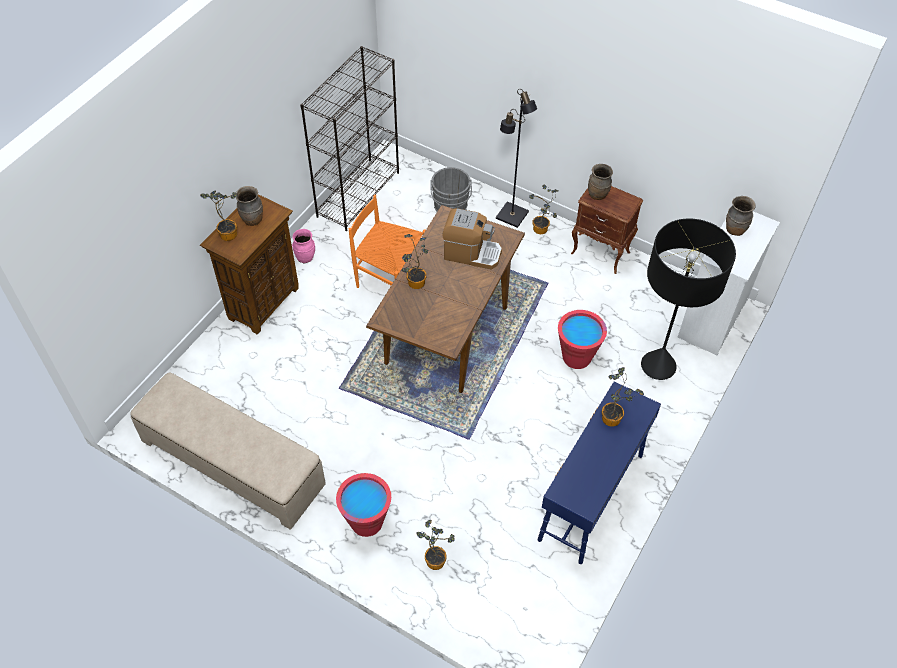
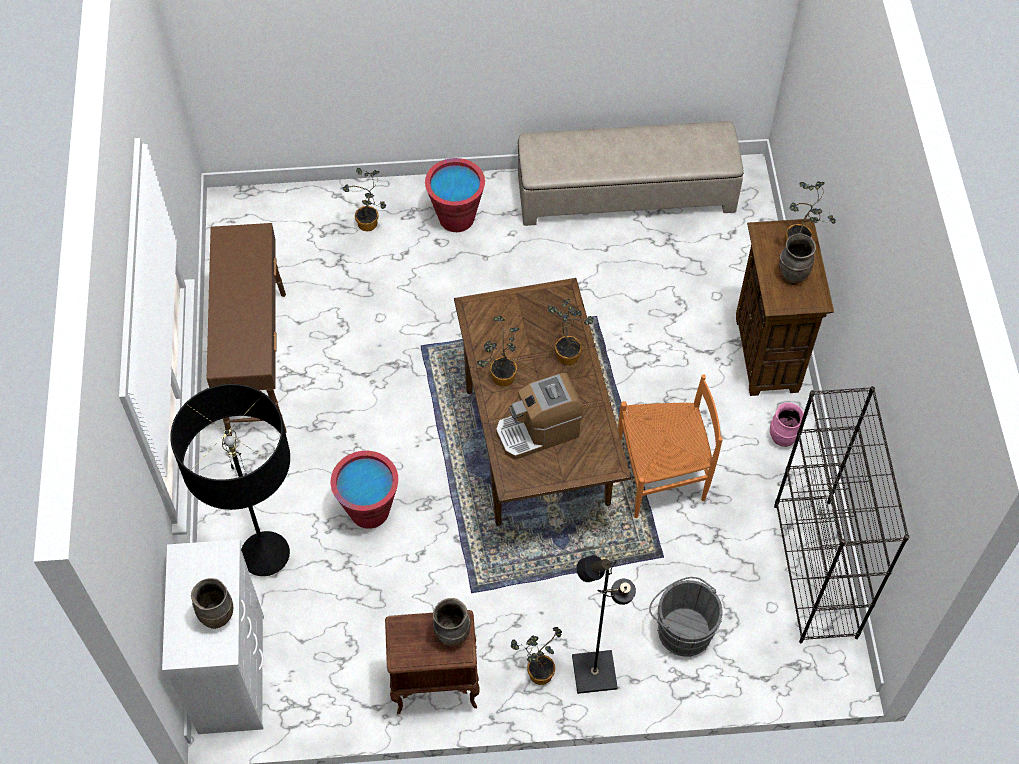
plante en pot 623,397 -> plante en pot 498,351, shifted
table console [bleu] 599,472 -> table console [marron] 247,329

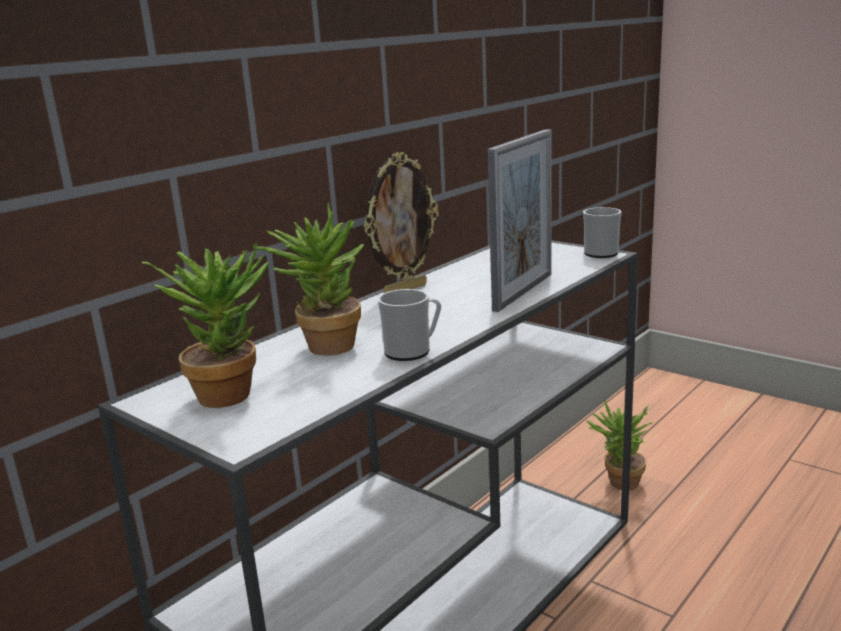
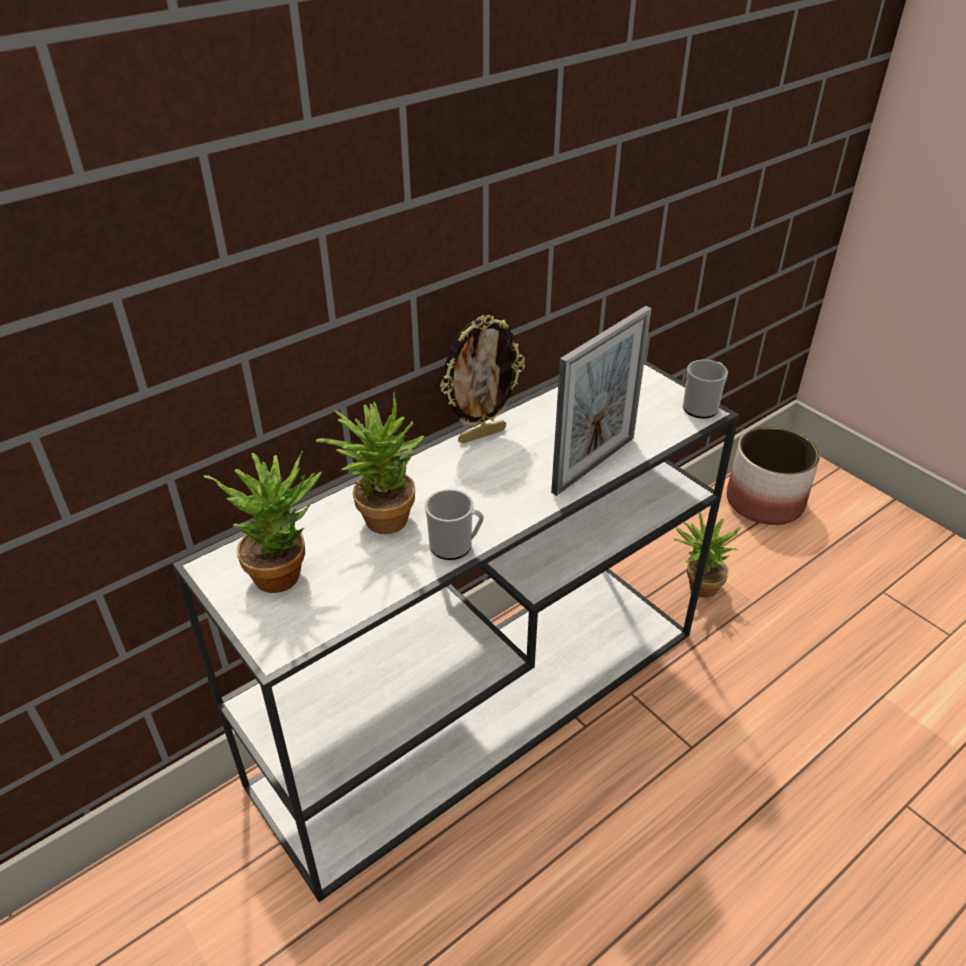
none -> cache-pot 773,475

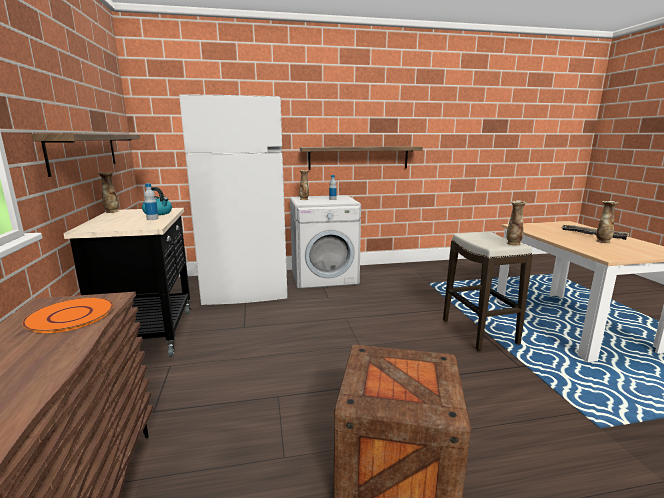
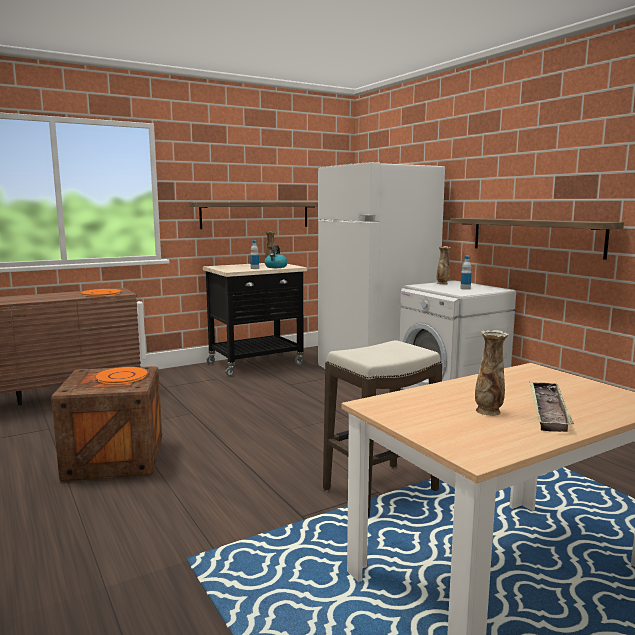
vase 517,223 -> none
none -> assiette [orange] 121,375

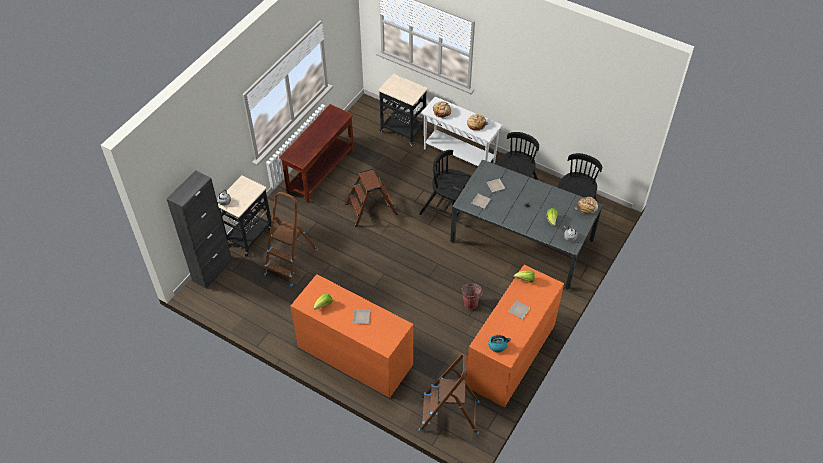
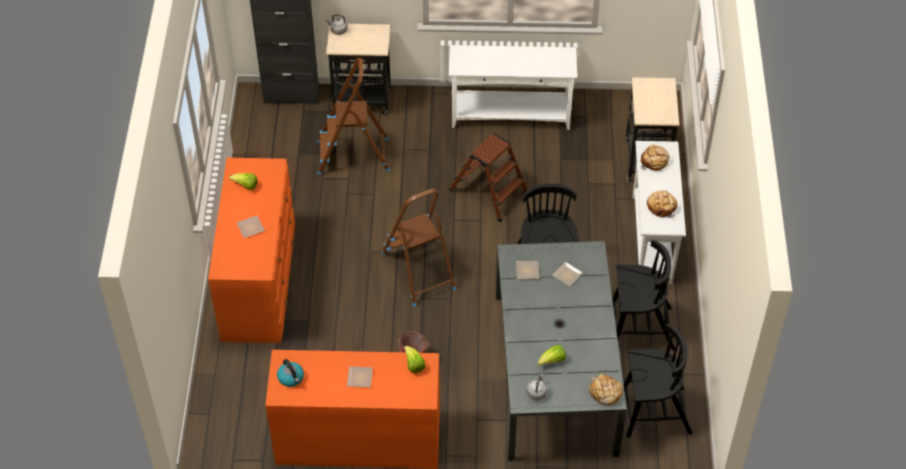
escabeau [marron] 449,394 -> escabeau [marron] 419,248, shifted
table console [marron] 316,154 -> table console [blanc] 513,87

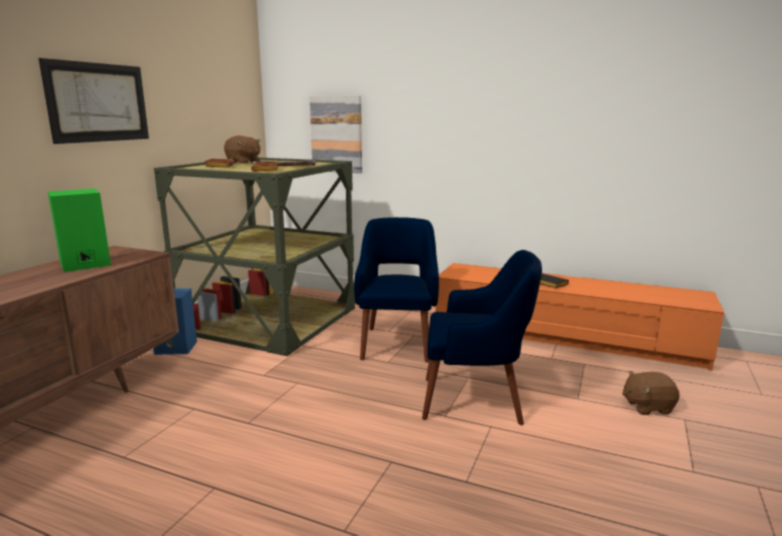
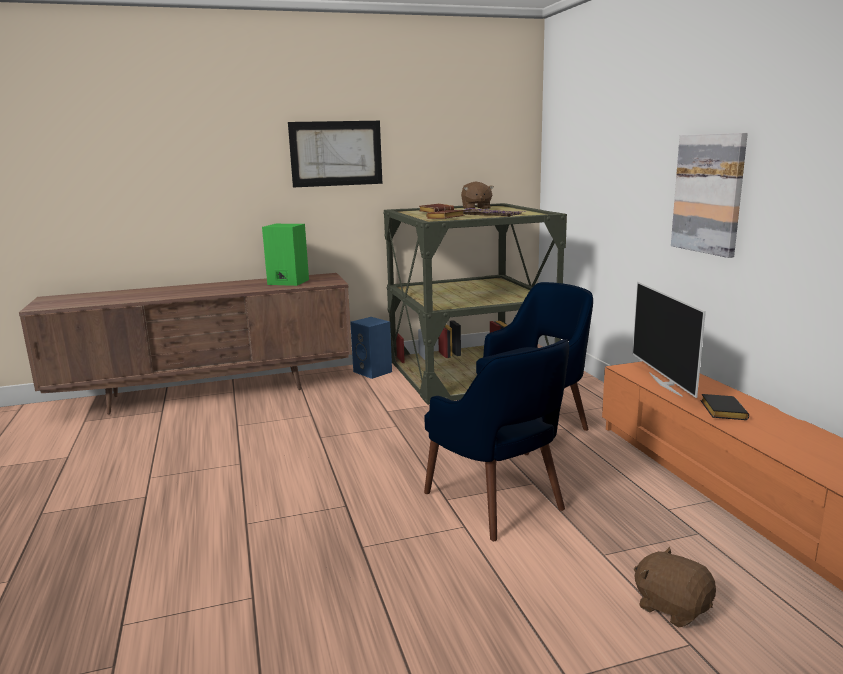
none -> téléviseur 669,340
tableau 336,134 -> tableau 709,195, shifted

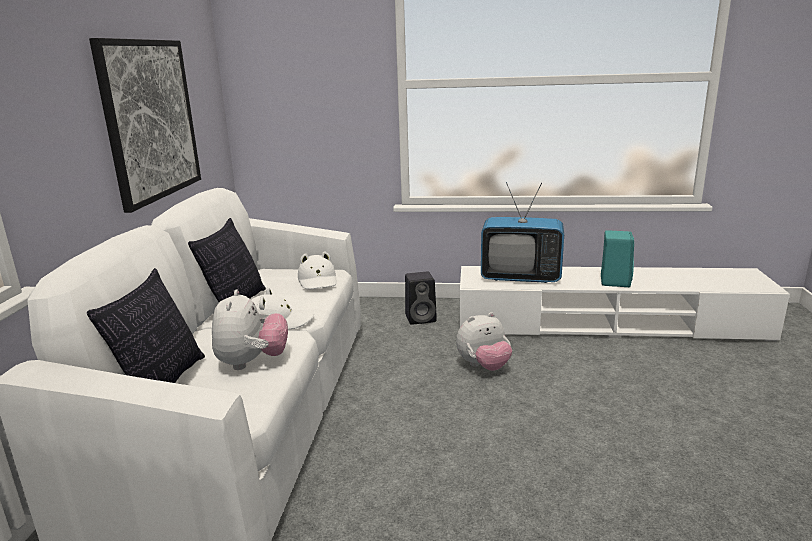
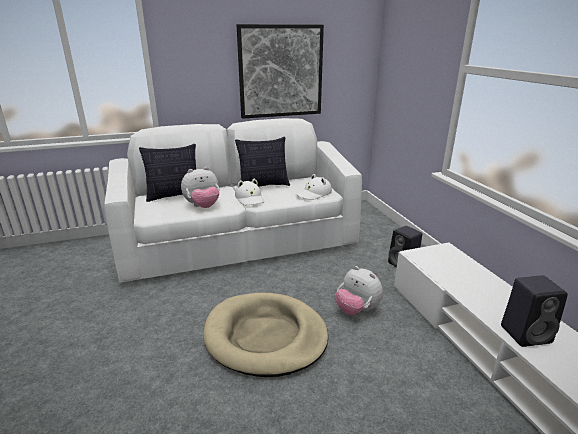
téléviseur 522,232 -> none
none -> panier pour chien [beige] 265,335
enceinte [turquoise] 617,258 -> enceinte [noir] 534,311

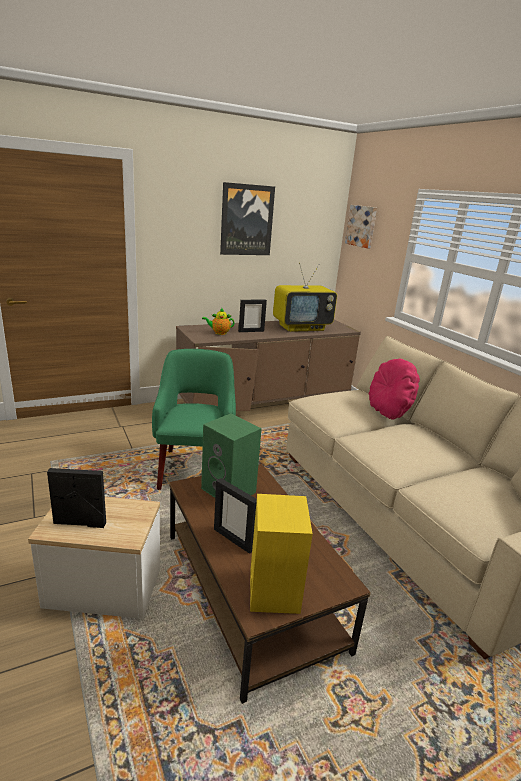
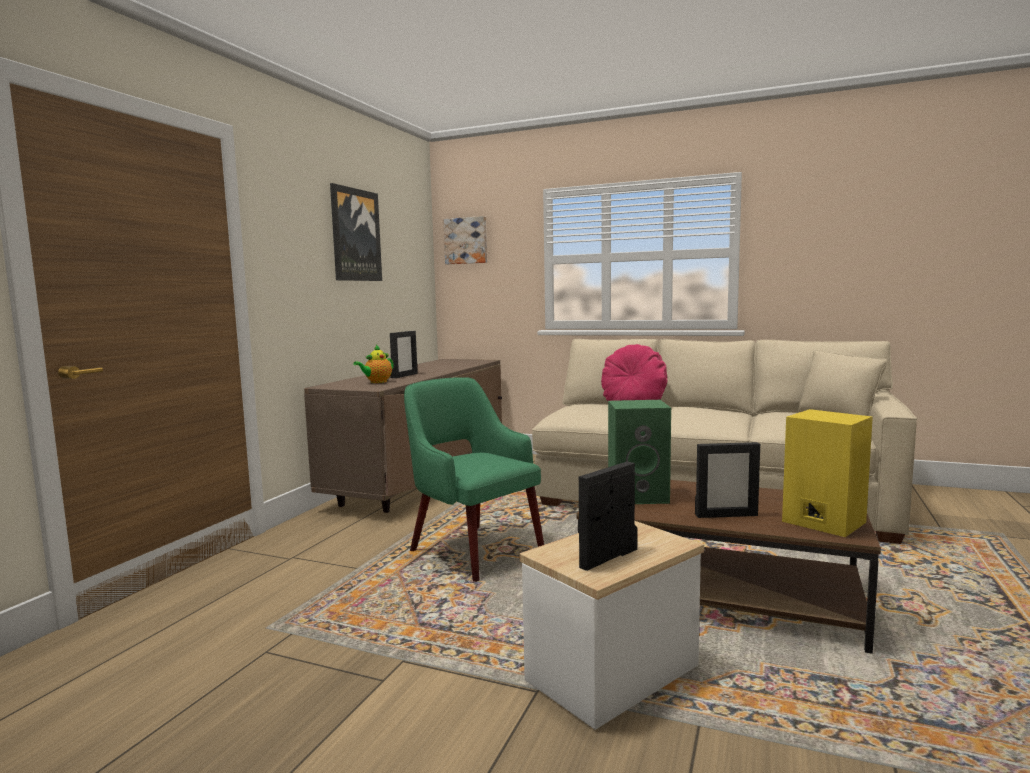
téléviseur 305,297 -> none

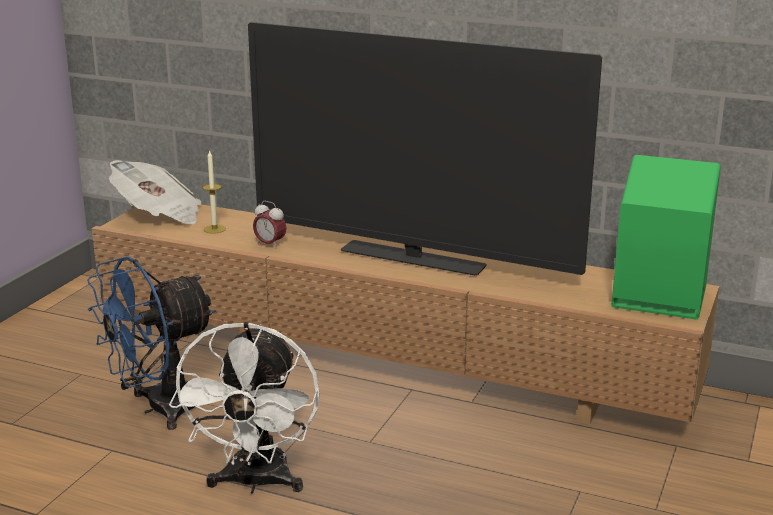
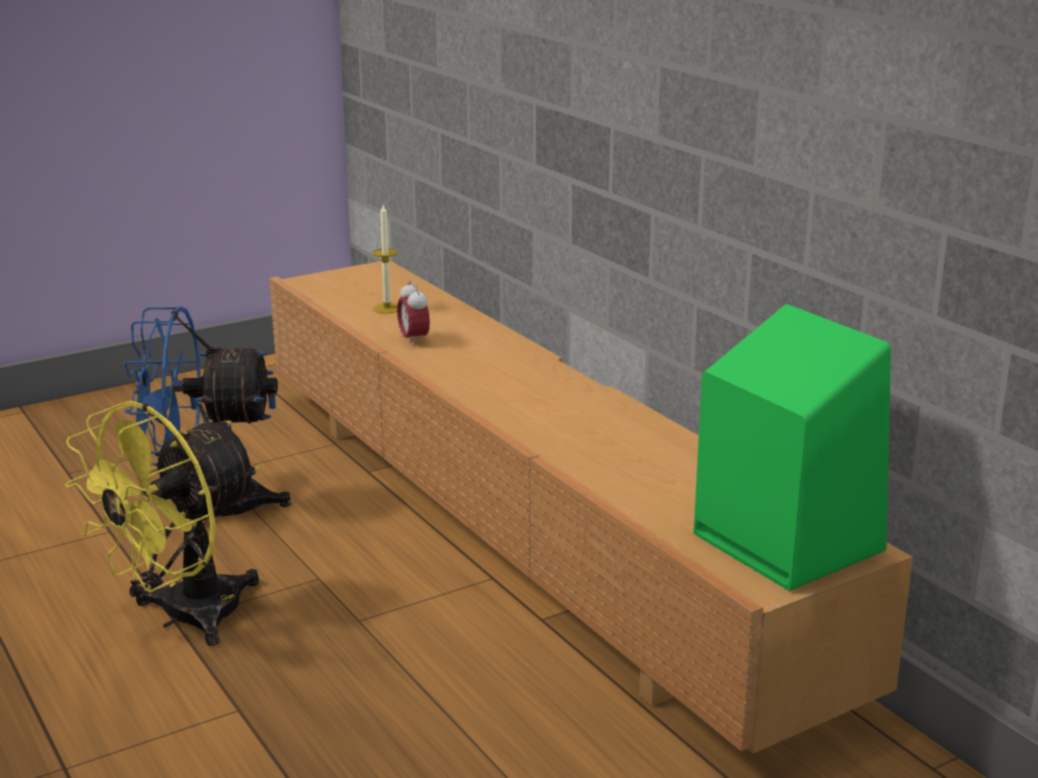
journal 155,192 -> none
téléviseur 425,148 -> none
ventilateur [blanc] 244,407 -> ventilateur [jaune] 162,523

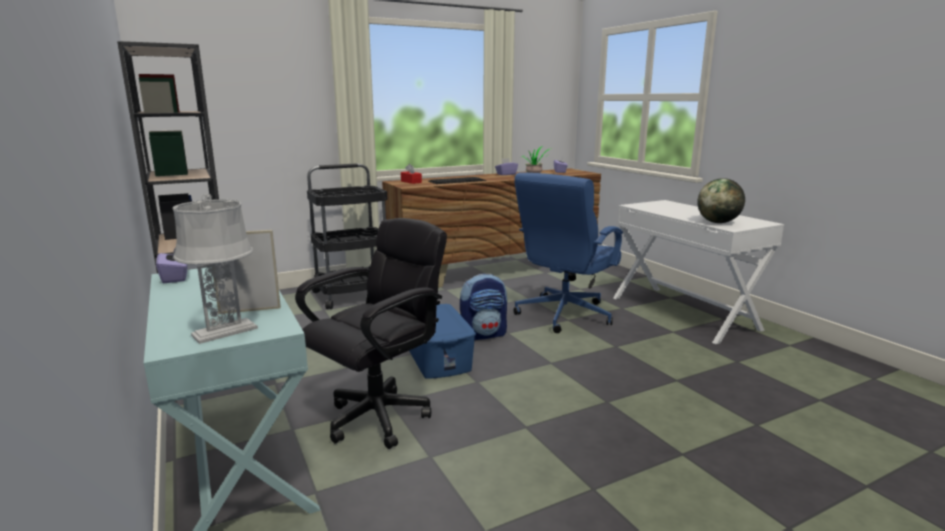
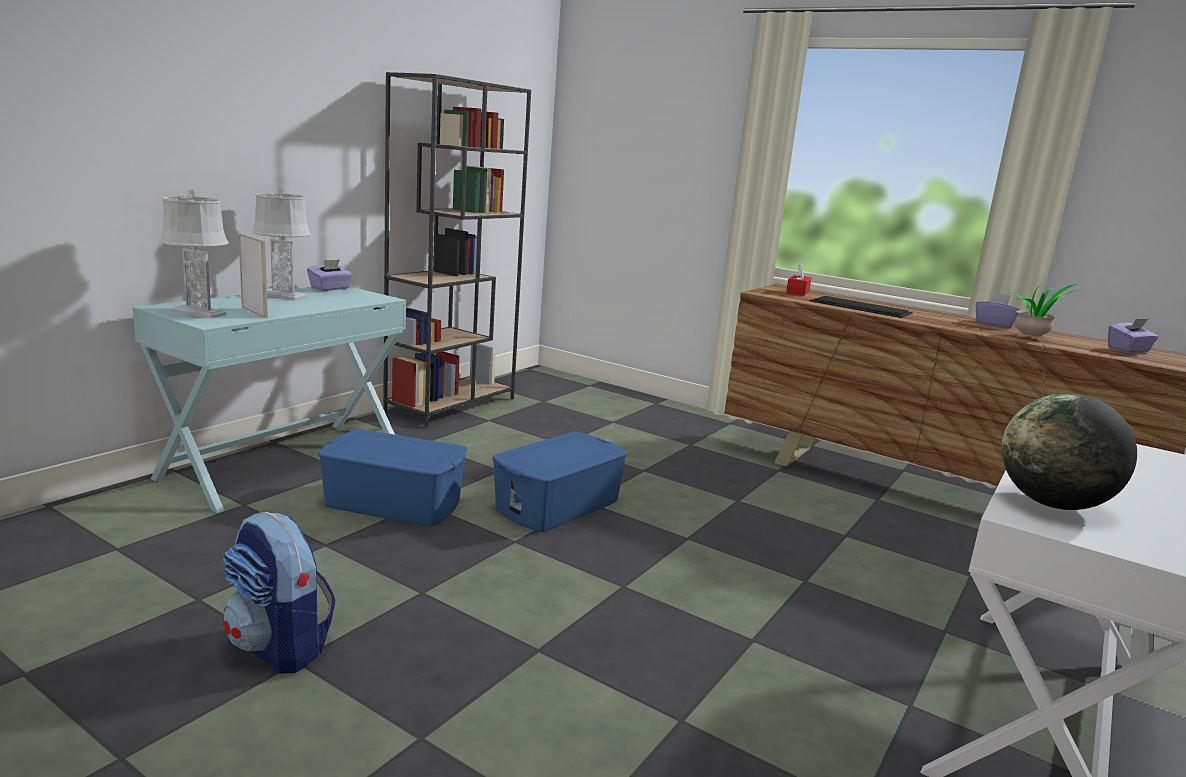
chariot [noir] 347,236 -> none
chaise de bureau [bleu] 568,252 -> none
none -> lampe de table [gris] 281,243
sac à dos 483,307 -> sac à dos 279,593, shifted
chaise de bureau [noir] 371,333 -> boîte de rangement [bleu] 392,477

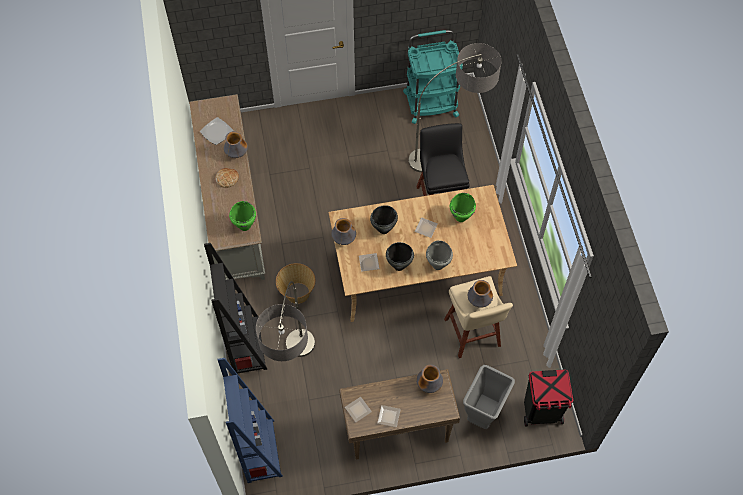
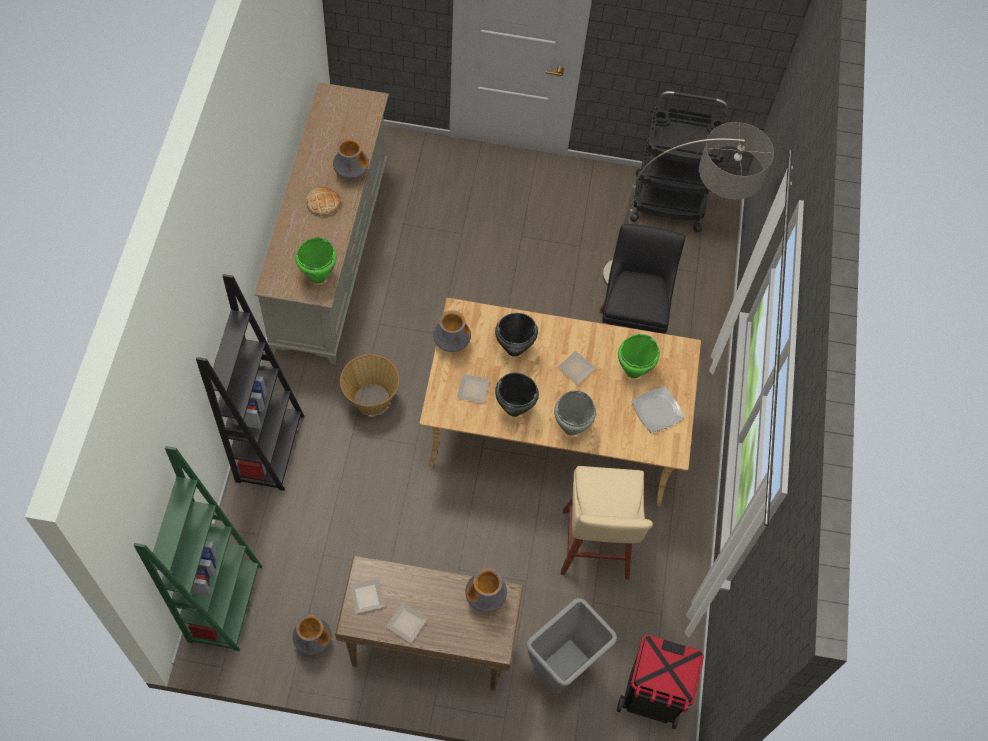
lampadaire 285,321 -> none
assiette 216,131 -> assiette 658,409, shifted
vase 480,294 -> vase 312,635, shifted
bibliothèque [bleu] 250,420 -> bibliothèque [vert] 198,548
chariot [turquoise] 433,77 -> chariot [noir] 679,162

